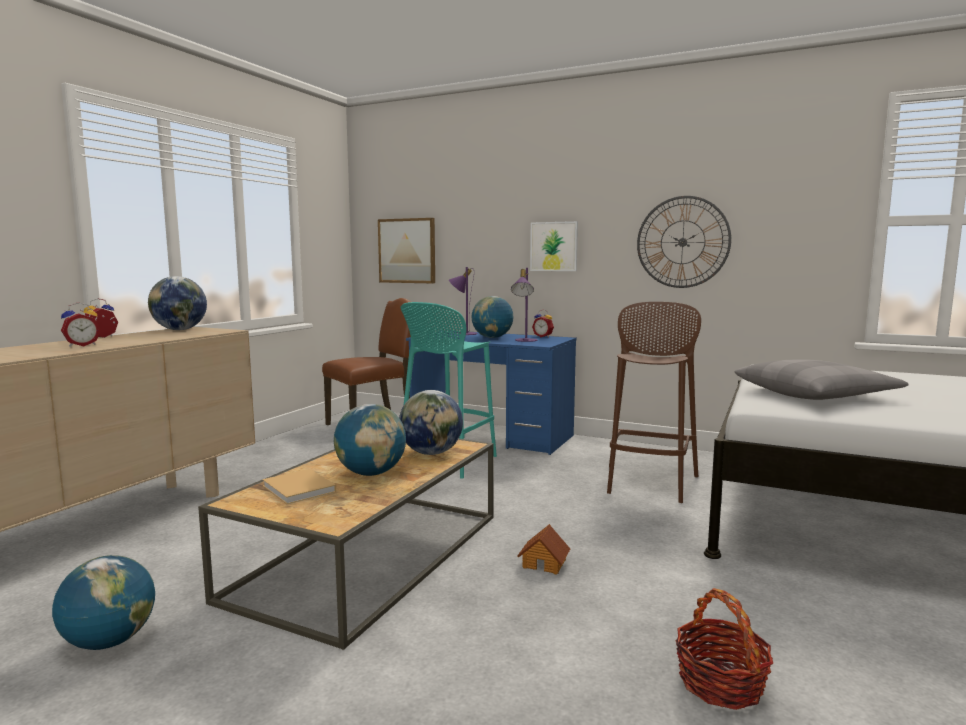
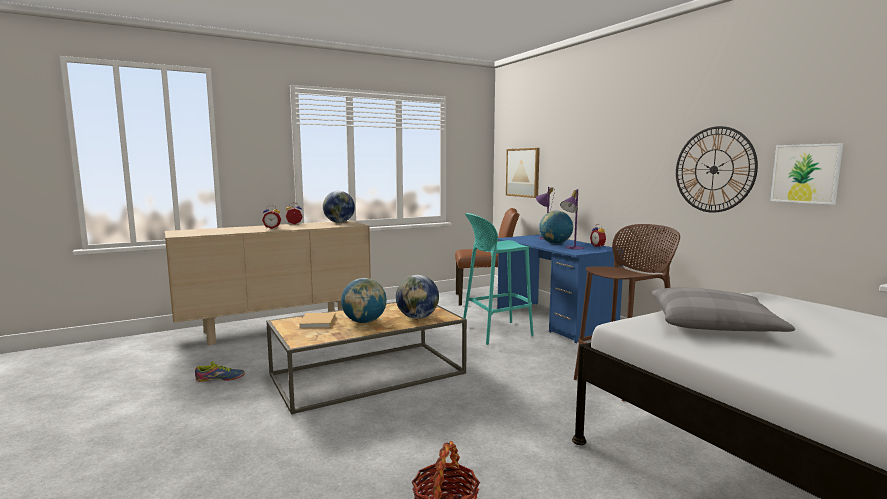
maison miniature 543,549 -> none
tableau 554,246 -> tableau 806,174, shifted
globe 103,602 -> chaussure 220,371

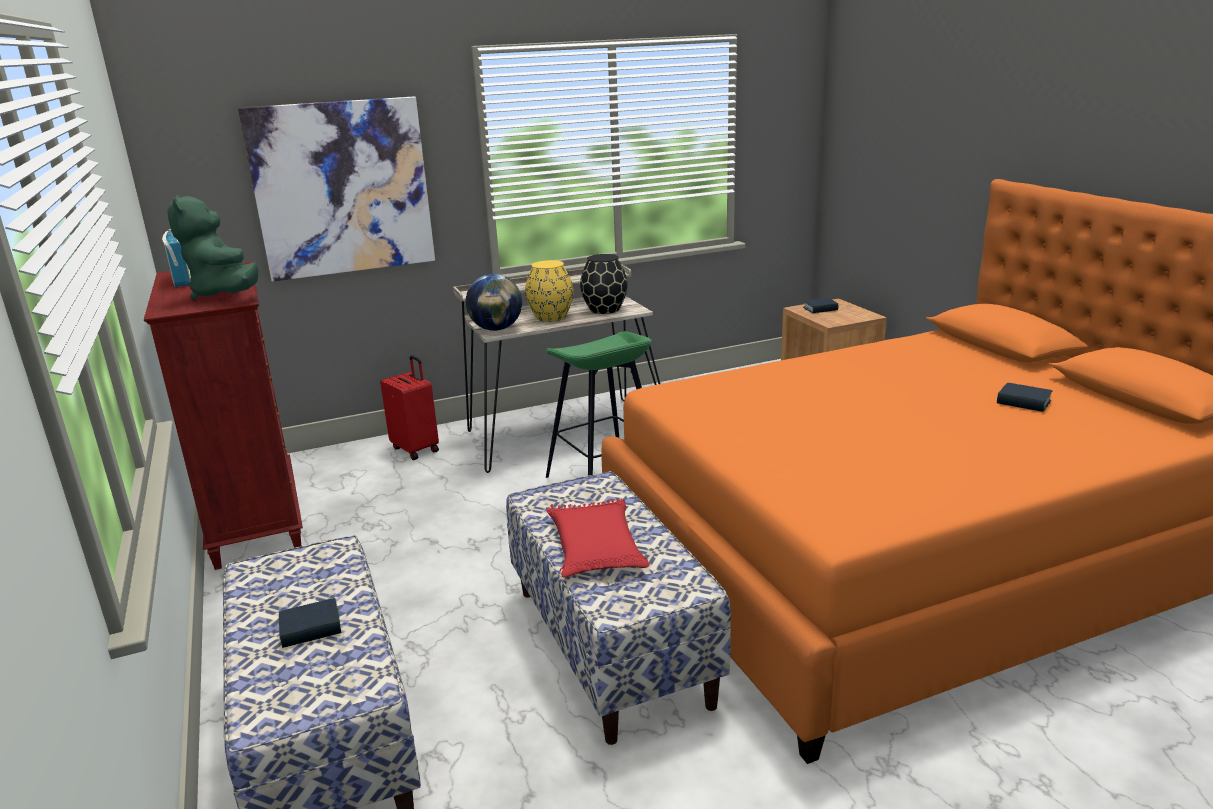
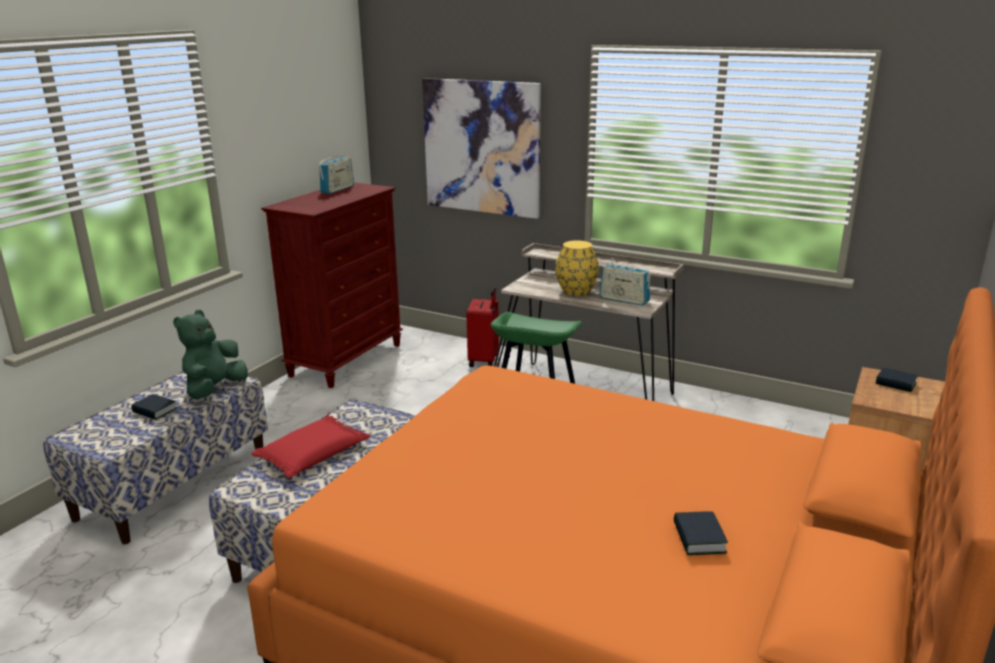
globe 494,302 -> none
peluche [vert] 213,247 -> peluche [vert] 210,354, shifted
vase [noir] 604,284 -> radio 624,282

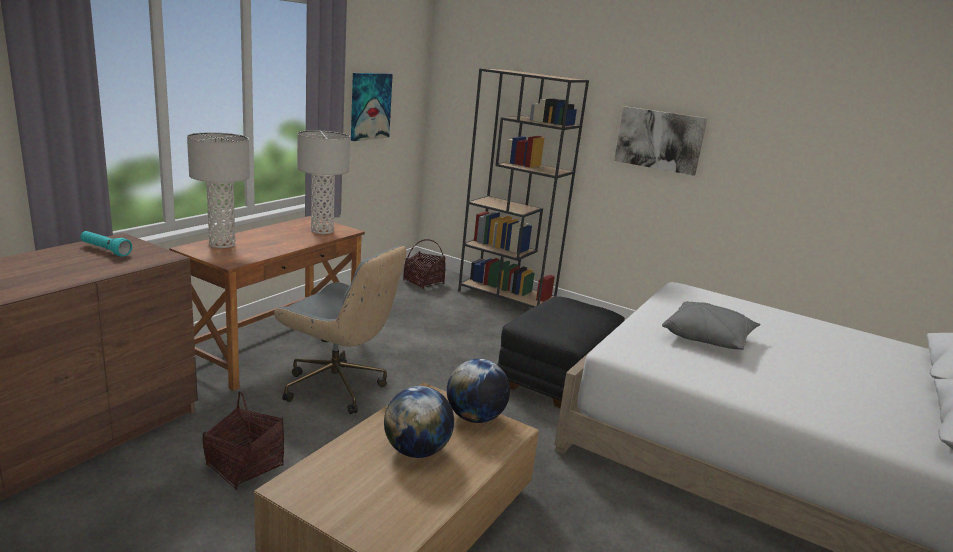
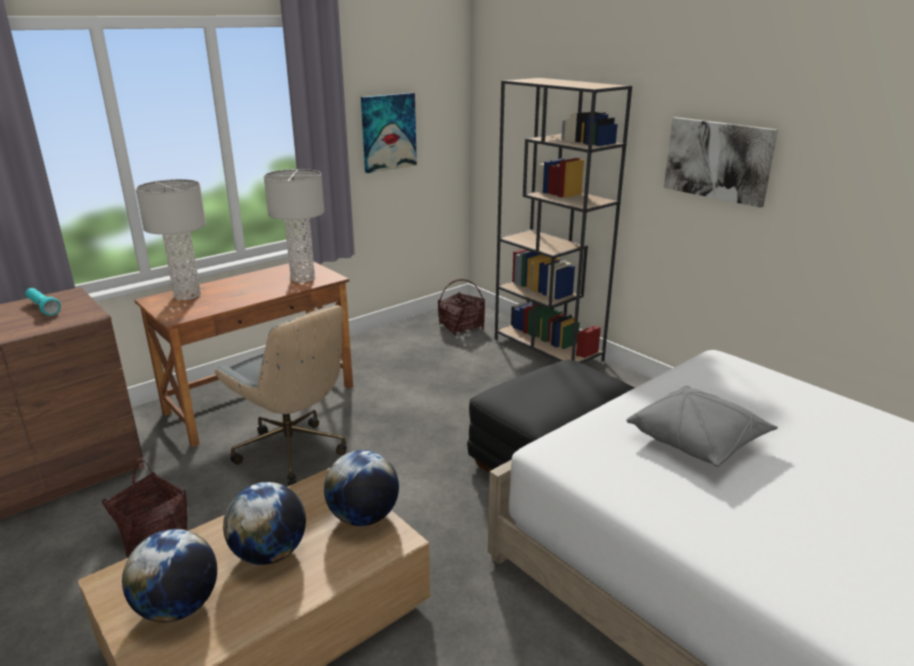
none -> globe 169,575

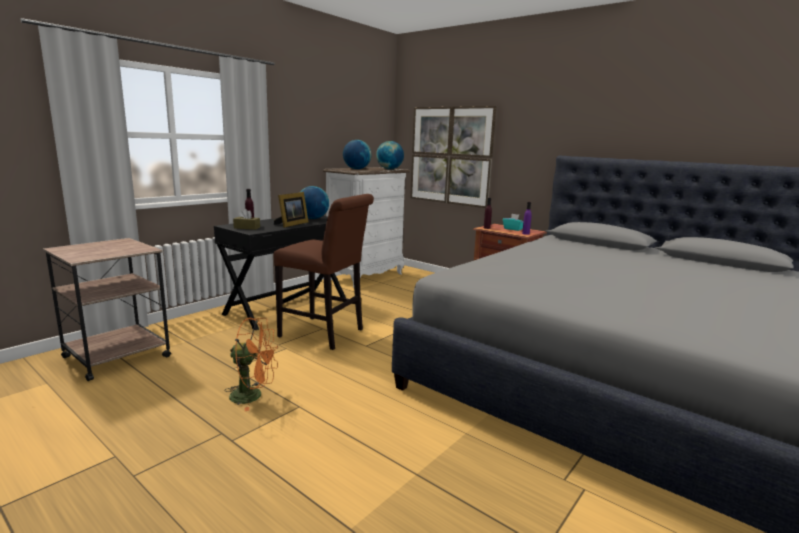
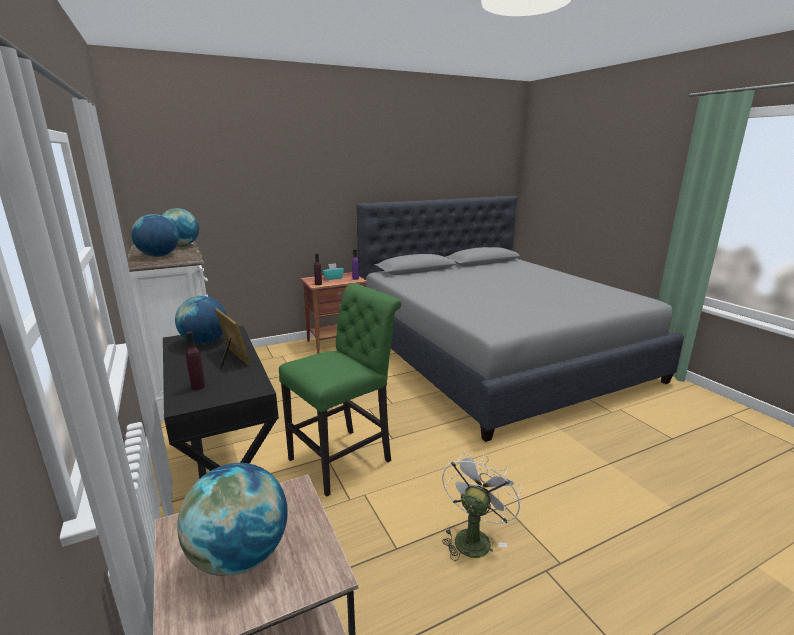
boîte à mouchoirs [marron] 246,219 -> none
tableau 453,157 -> none
none -> globe 232,519
ventilateur [orange] 251,364 -> ventilateur [blanc] 482,506
tabouret [marron] 324,272 -> tabouret [vert] 340,390

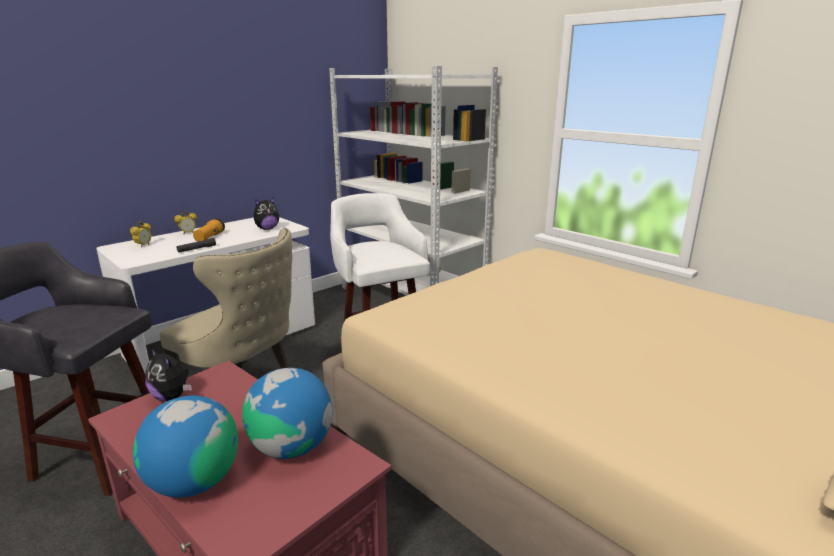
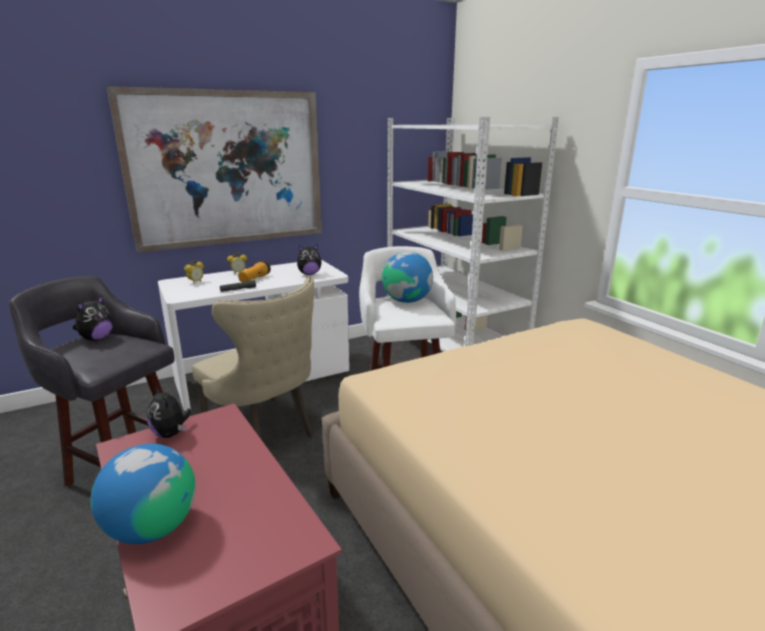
none -> peluche 93,318
none -> tableau 214,169
globe 287,413 -> globe 407,277, shifted

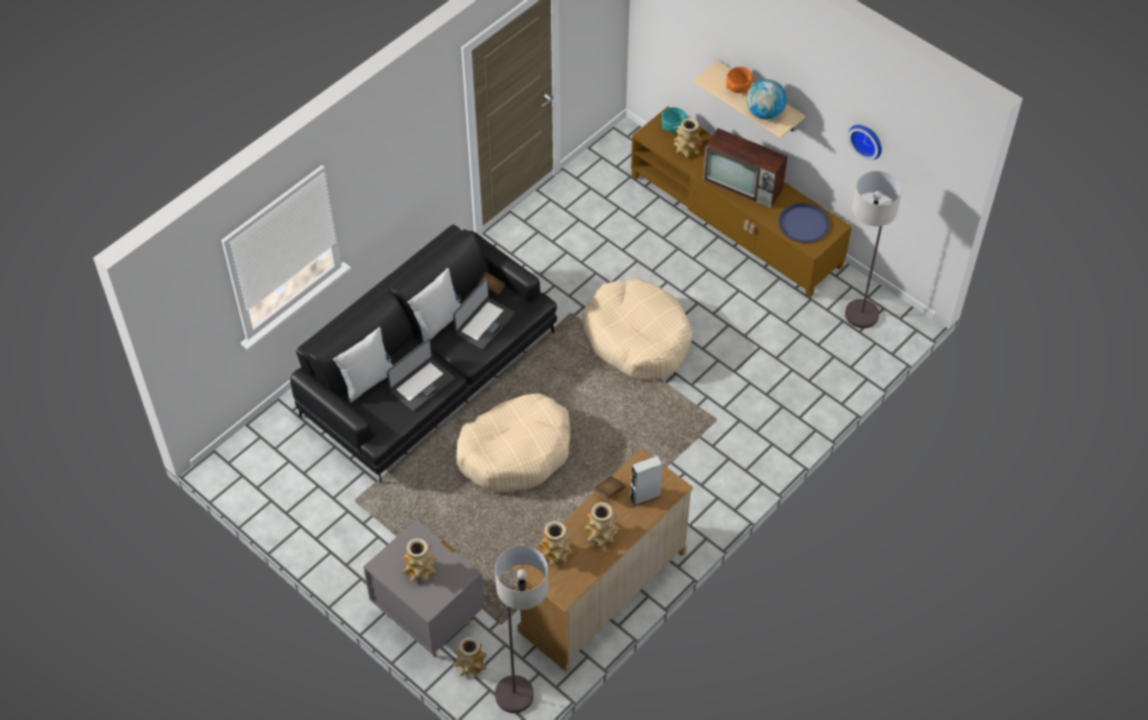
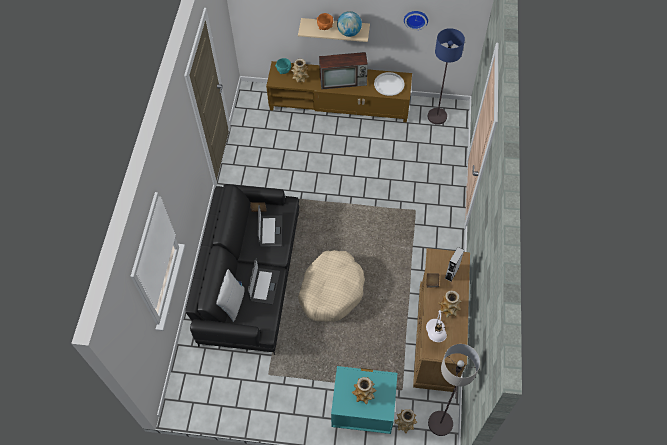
coussin [gris] 434,305 -> none
panier pour chien [beige] 637,329 -> none
vase 555,543 -> lampe de table [blanc] 436,326
table de chevet [gris] 423,588 -> table de chevet [turquoise] 364,400
plateau [bleu] 804,223 -> plateau [blanc] 389,84
lampadaire [gris] 873,249 -> lampadaire [bleu] 446,76

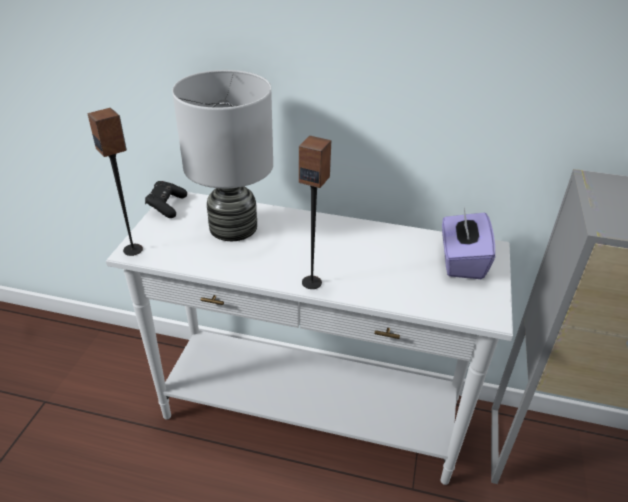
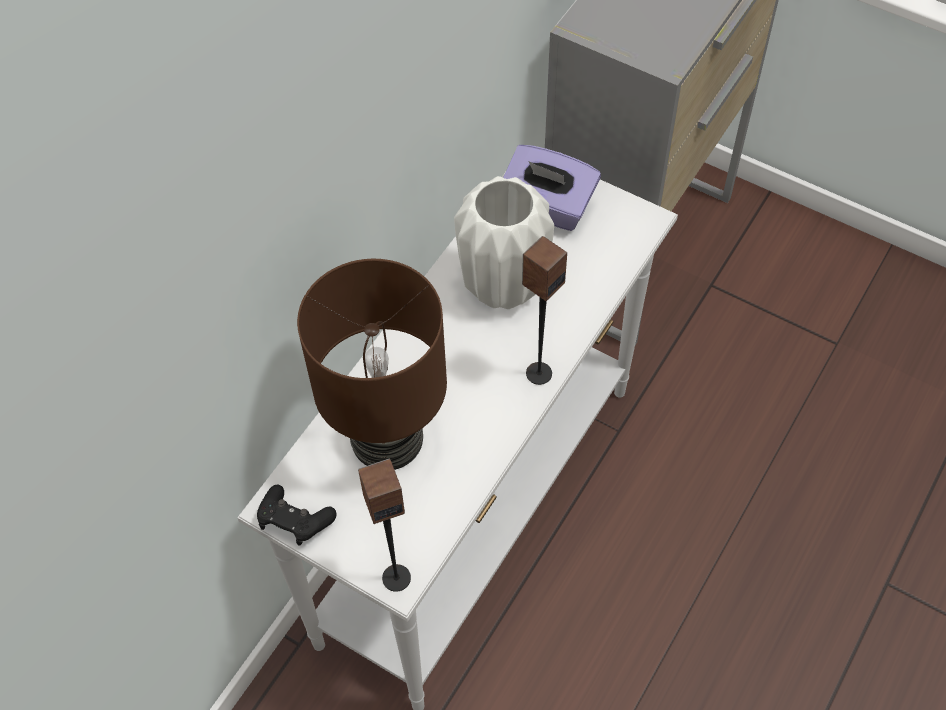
none -> vase [blanc] 504,242
lampe de table [gris] 222,155 -> lampe de table [marron] 372,364

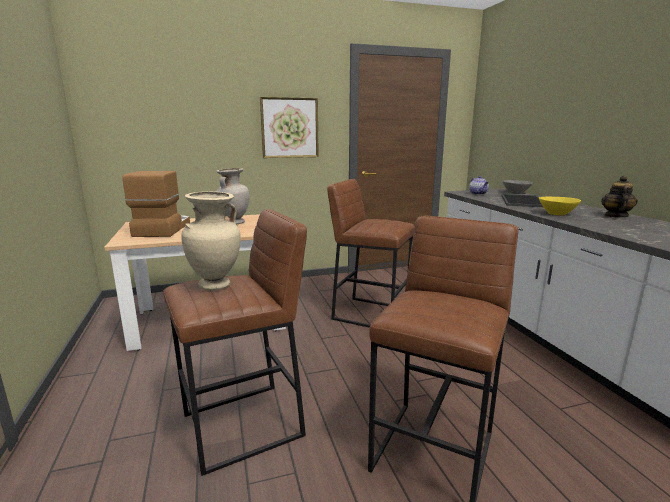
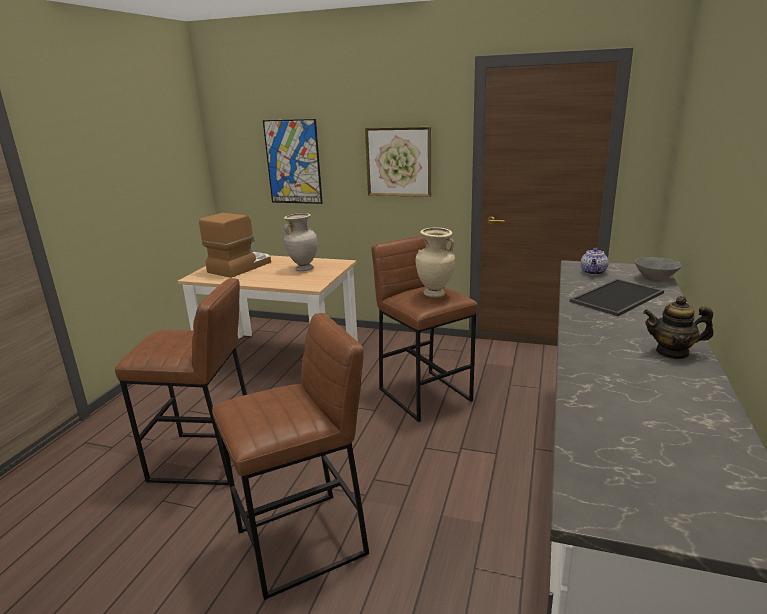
bol [jaune] 560,206 -> none
none -> tableau 293,161
vase [beige] 211,240 -> vase [beige] 435,262, shifted
théière 619,196 -> théière 678,327, 135 degrees counterclockwise

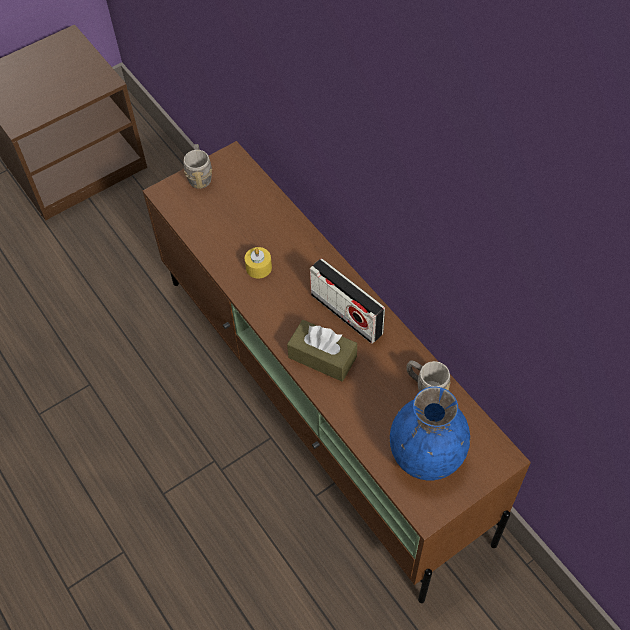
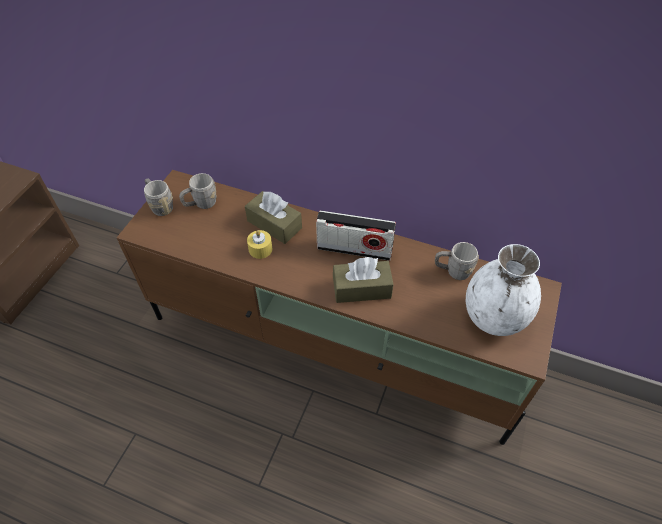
none -> mug [gris] 198,191
none -> boîte à mouchoirs [marron] 273,217
vase [bleu] 430,433 -> vase [blanc] 503,290

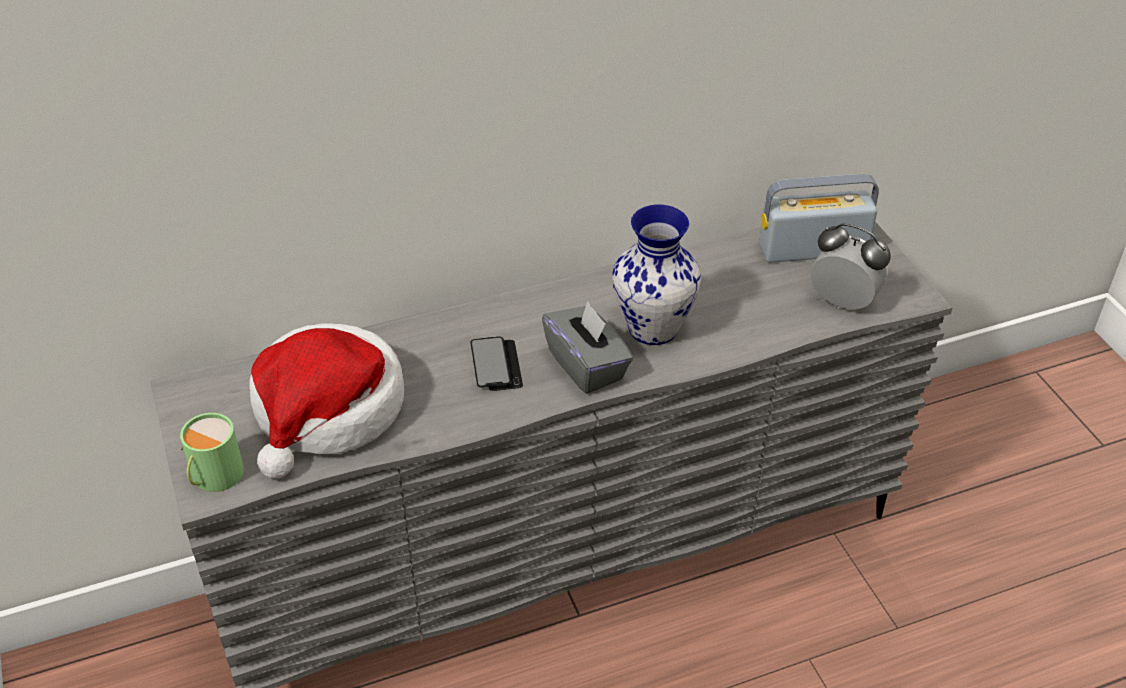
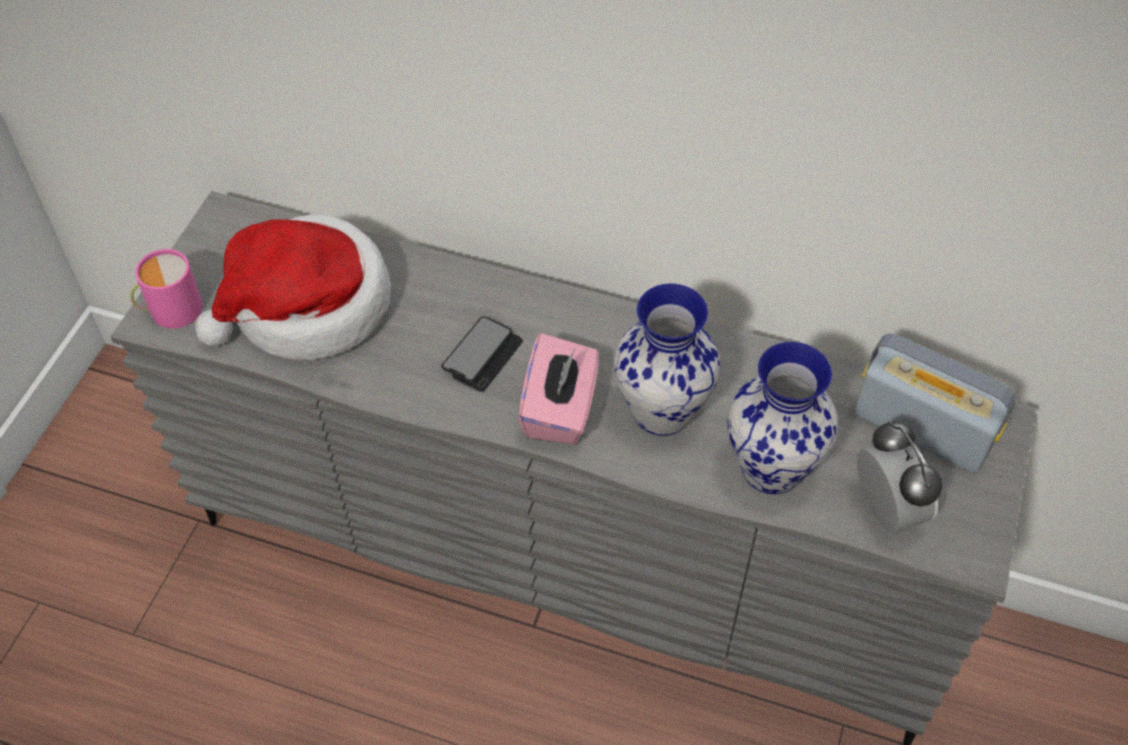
none -> vase 782,418
mug [vert] 212,452 -> mug [rose] 166,289
boîte à mouchoirs [gris] 587,347 -> boîte à mouchoirs [rose] 558,389

